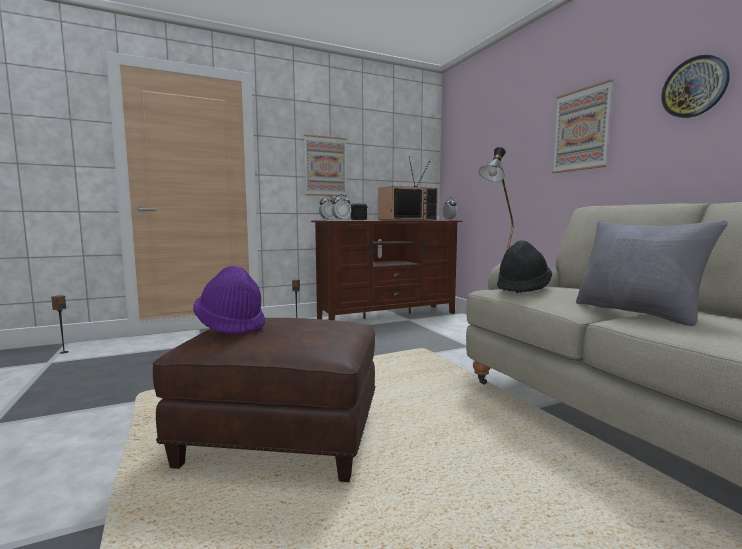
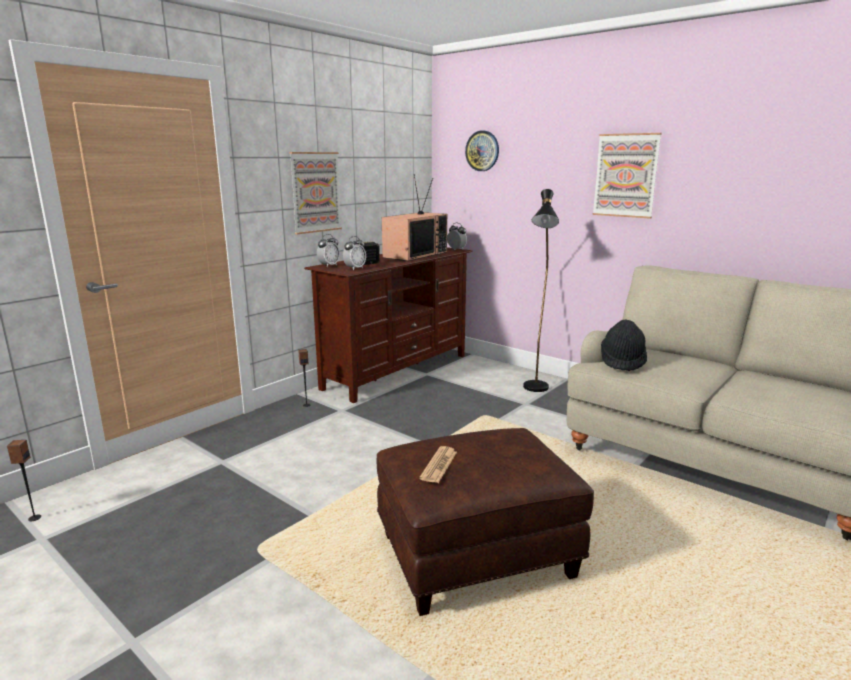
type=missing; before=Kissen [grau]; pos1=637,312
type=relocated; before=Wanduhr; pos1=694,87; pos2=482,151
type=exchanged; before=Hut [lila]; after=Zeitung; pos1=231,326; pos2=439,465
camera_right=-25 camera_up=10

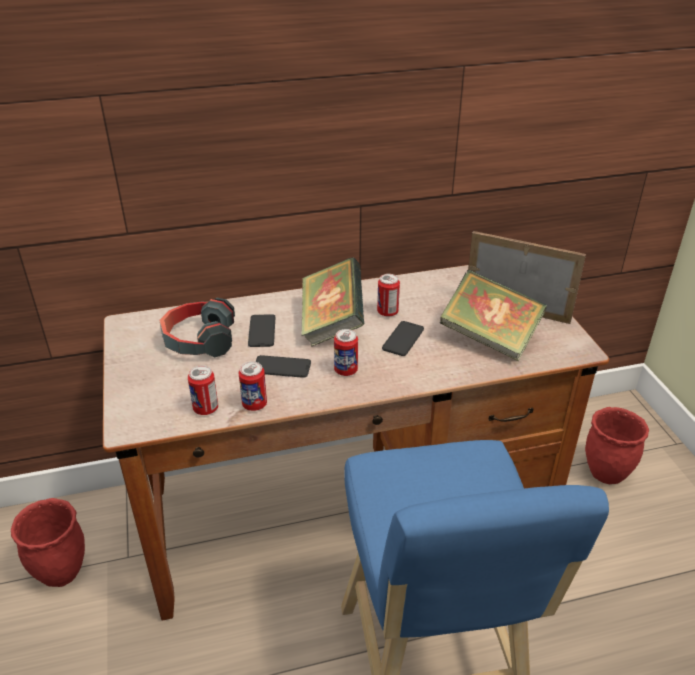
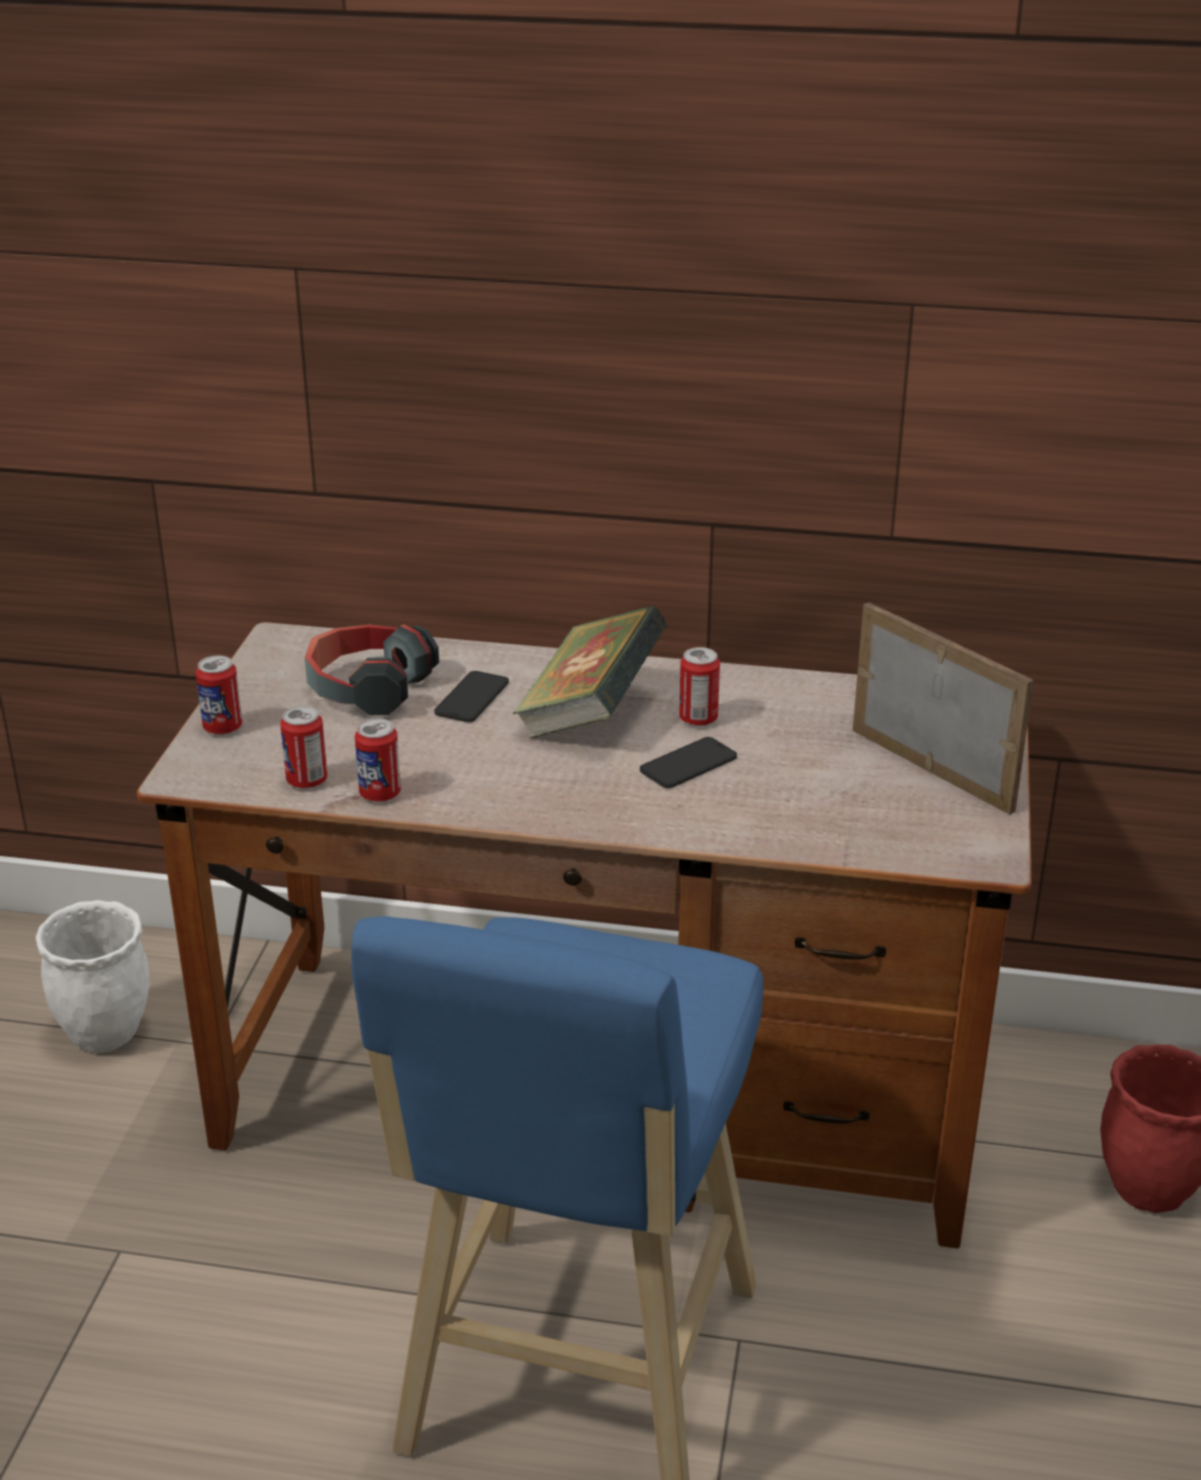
type=missing; before=Handy; pos1=282,367
type=missing; before=Buch; pos1=489,338
type=relocated; before=Dose; pos1=346,370; pos2=223,728
type=colour; before=Pflanzkübel [rot]; after=Pflanzkübel [weiß]; pos1=63,572; pos2=107,1034
camera_right=25 camera_up=-5

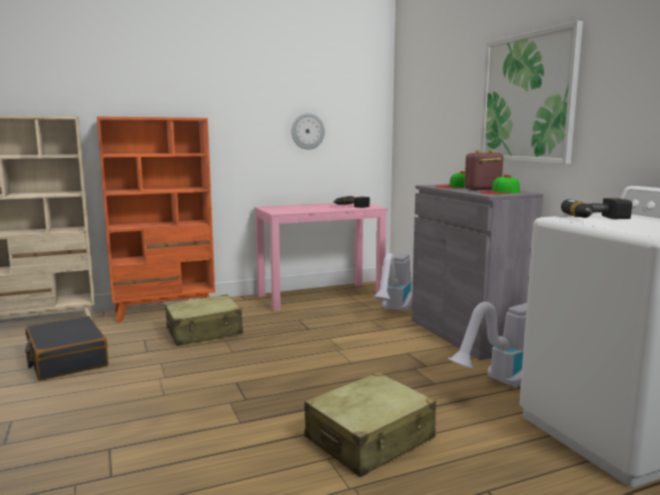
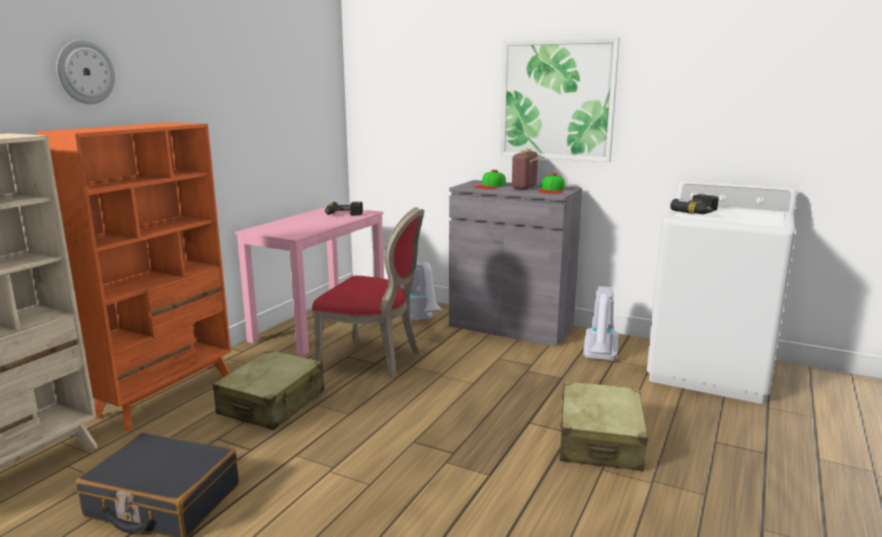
type=appeared; after=Stuhl [rot]; pos2=374,359
type=relocated; before=Wanduhr; pos1=307,131; pos2=85,72
camera_right=-40 camera_up=5

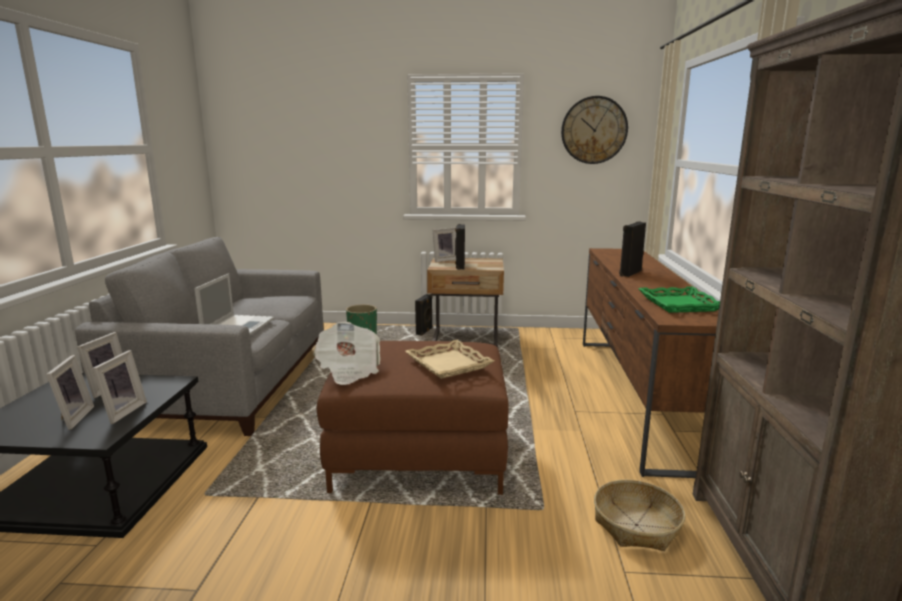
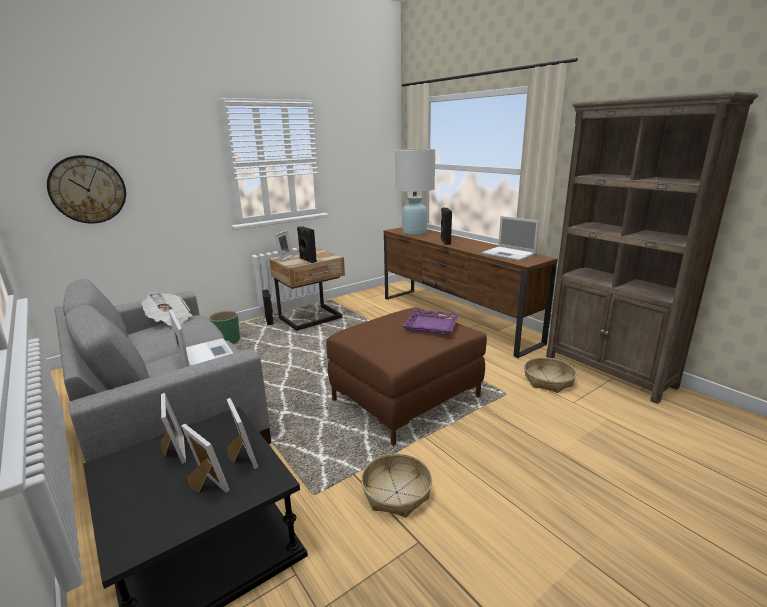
type=appeared; after=Korb; pos2=396,492
type=appeared; after=Tischlampe [weiß]; pos2=414,233
type=relocated; before=Zeitung; pos1=348,370; pos2=169,320
type=relocated; before=Wanduhr; pos1=594,130; pos2=88,189
type=exchanged; before=Tablett [grün]; after=Laptop; pos1=680,304; pos2=509,254
type=colour; before=Tablett [beige]; after=Tablett [lila]; pos1=448,364; pos2=431,325
camera_right=-40 camera_up=5

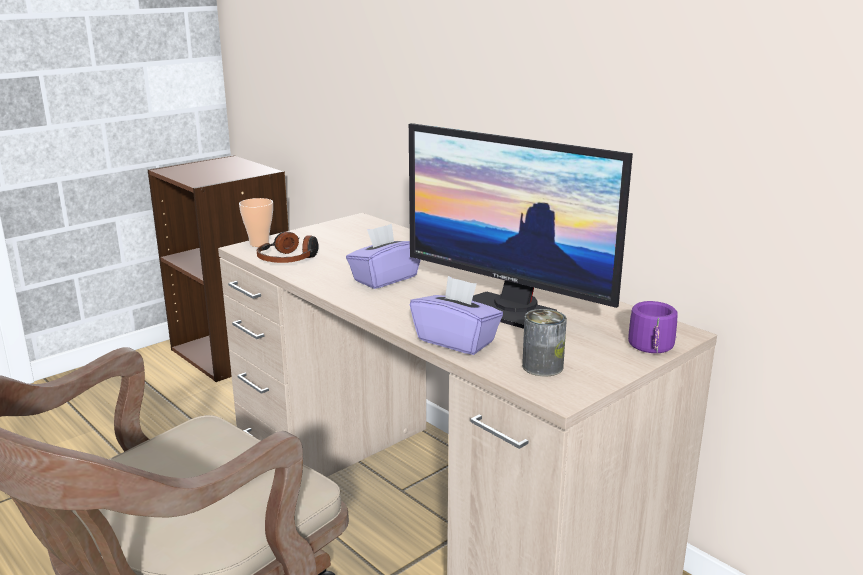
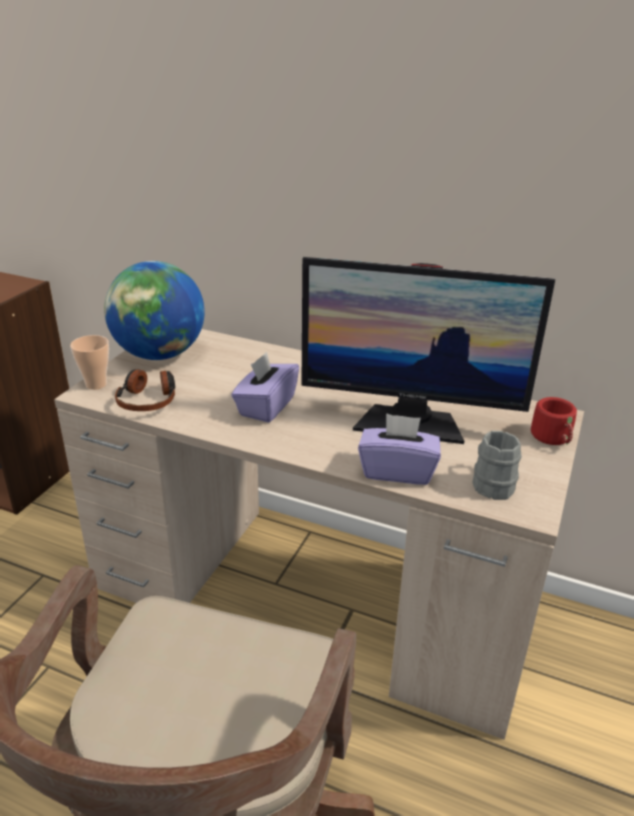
type=appeared; after=Globus; pos2=159,354
type=exchanged; before=Dose; after=Henkelbecher [grau]; pos1=542,366; pos2=492,482
type=colour; before=Henkelbecher [lila]; after=Henkelbecher [rot]; pos1=654,348; pos2=555,438
camera_right=-25 camera_up=10

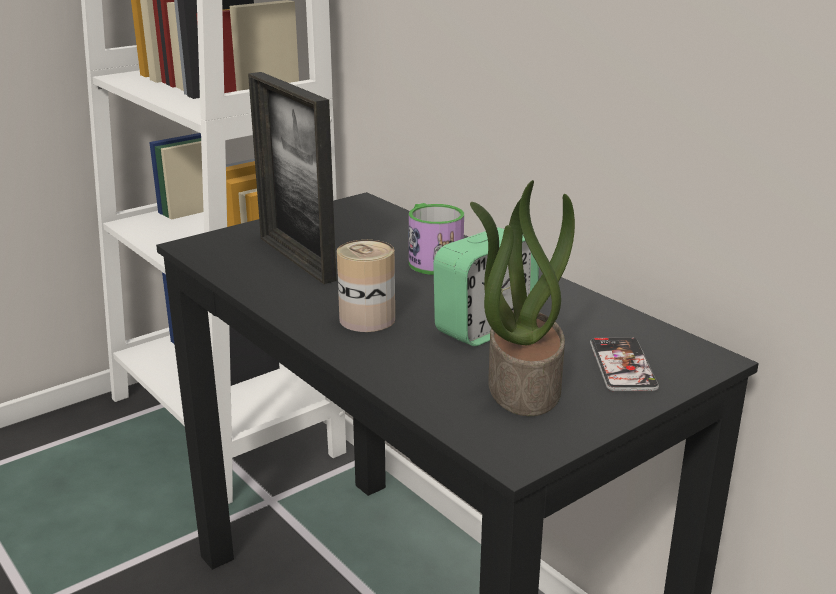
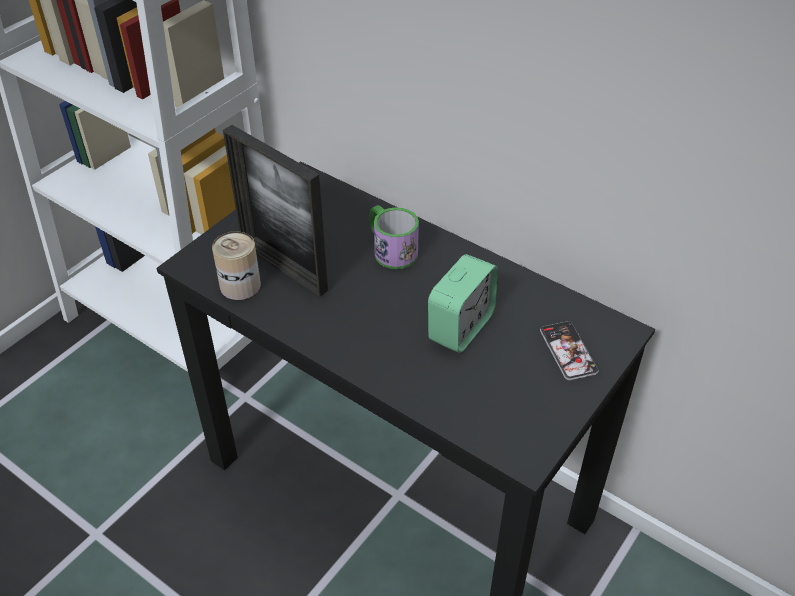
type=missing; before=Topfpflanze; pos1=522,385
type=relocated; before=Dose; pos1=367,319; pos2=240,285
camera_right=-15 camera_up=20

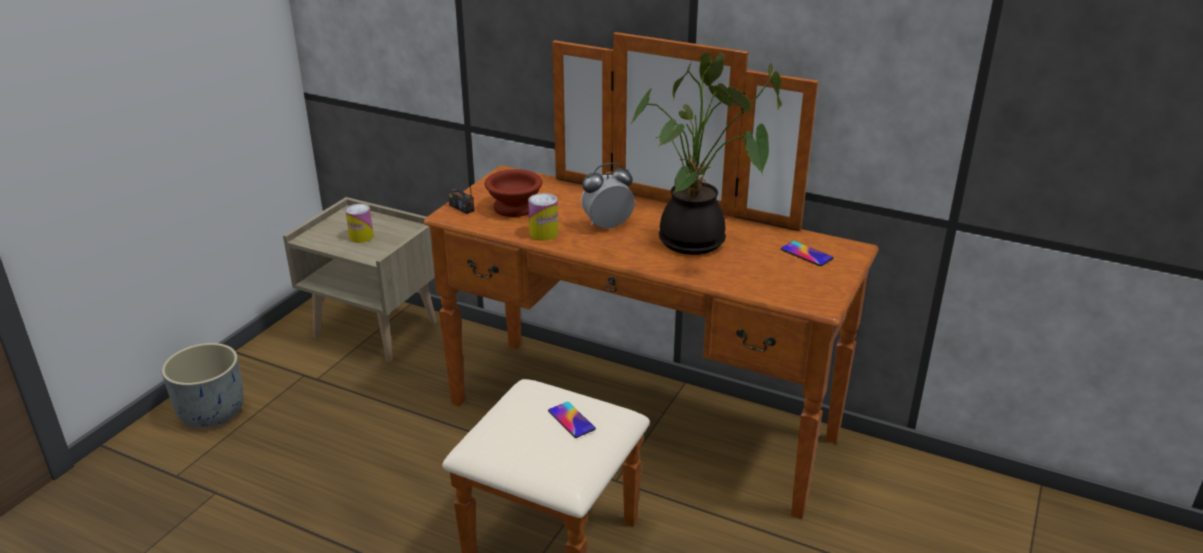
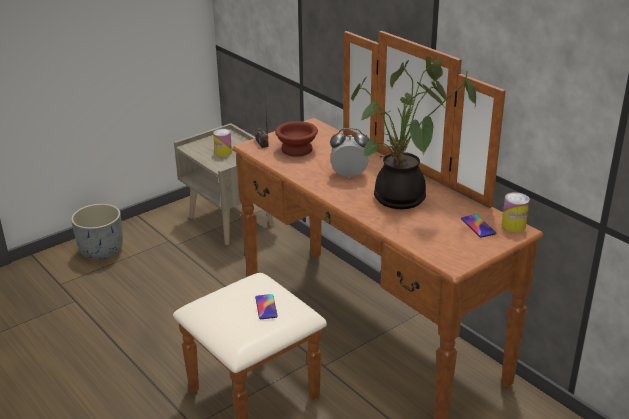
type=relocated; before=Dose; pos1=544,233; pos2=513,226
camera_right=25 camera_up=0

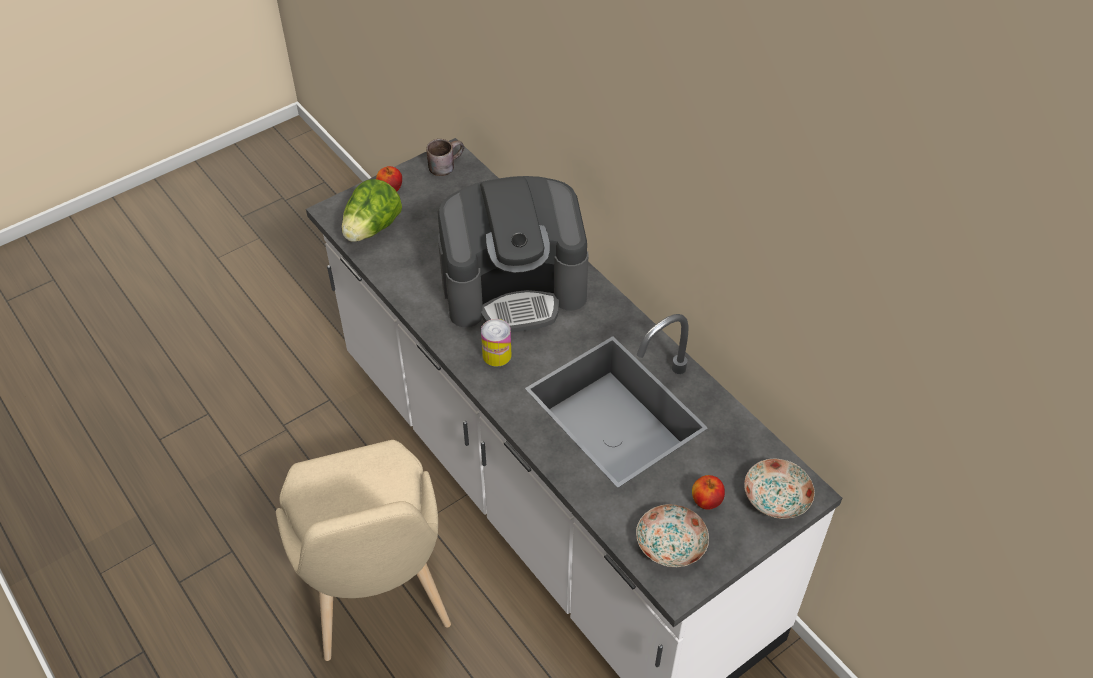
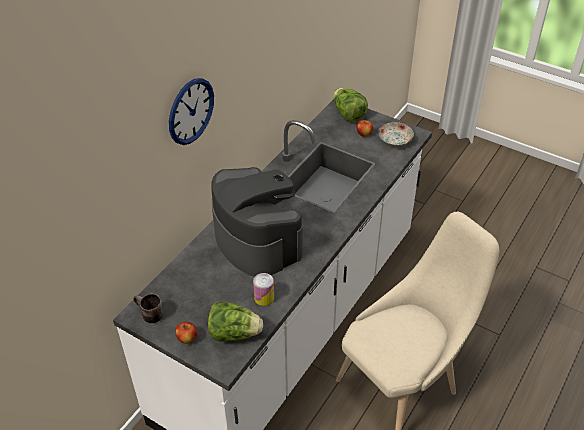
type=appeared; after=Wanduhr; pos2=191,111
type=relocated; before=Dose; pos1=497,355; pos2=264,298
type=exchanged; before=Teller; after=Salatkopf; pos1=775,497; pos2=348,114
camera_right=-110 camera_up=-5

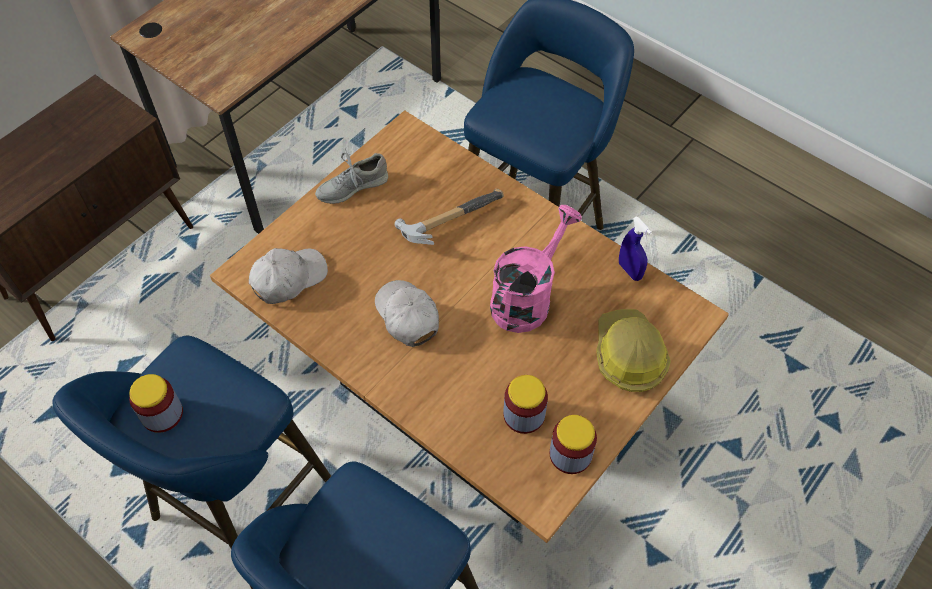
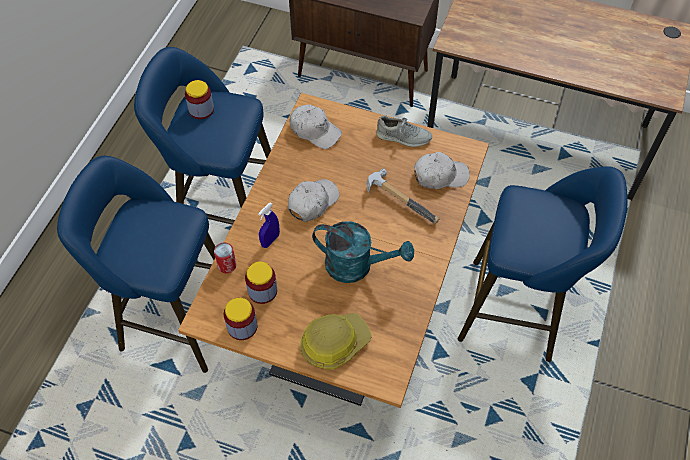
type=appeared; after=Dose; pos2=227,265
type=appeared; after=Kappe [weiß]; pos2=440,175
type=relocated; before=Sprühflasche [blau]; pos1=630,271; pos2=270,240
type=colour; before=Gießkanne [rosa]; after=Gießkanne [türkis]; pos1=526,297; pos2=357,266
type=spun; before=Schuh [grau]; pos1=352,187; pos2=403,137; turn=150
camera_right=70 camera_up=0

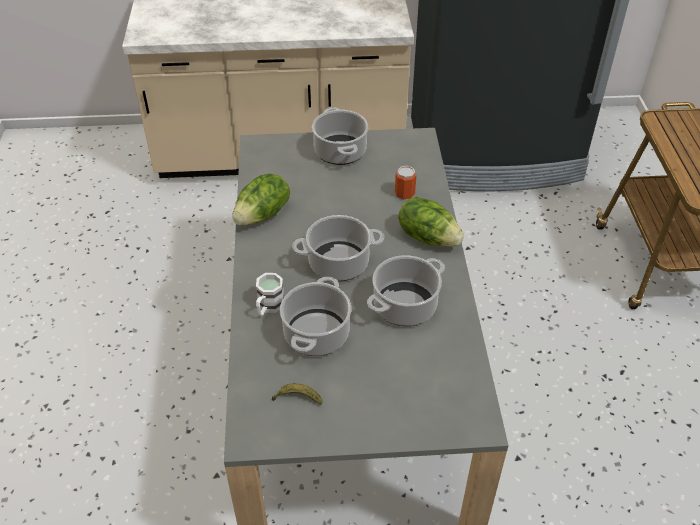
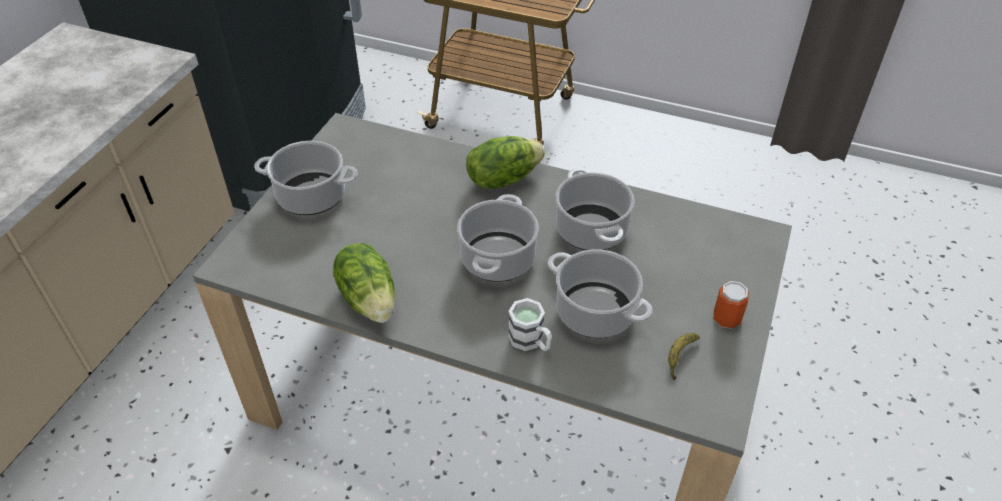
type=relocated; before=Dose; pos1=404,194; pos2=726,319
camera_right=-65 camera_up=0

